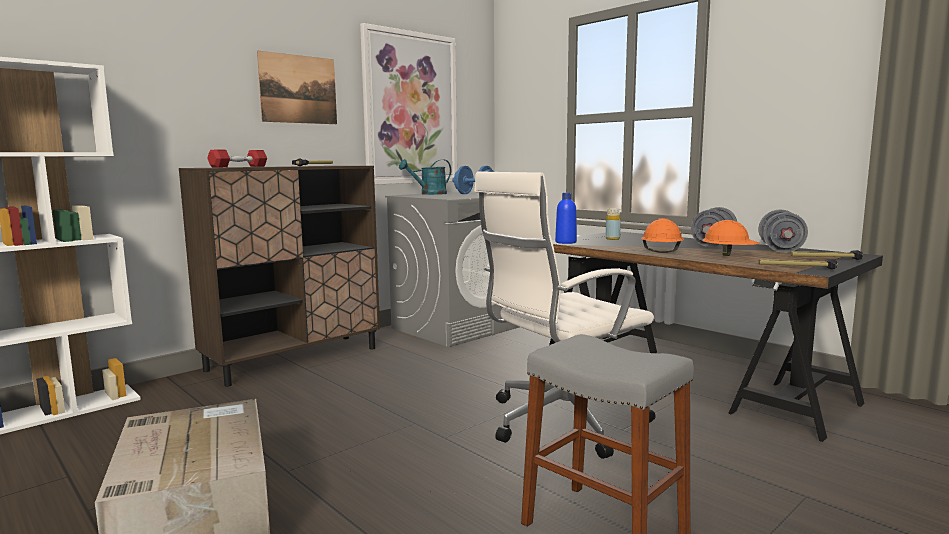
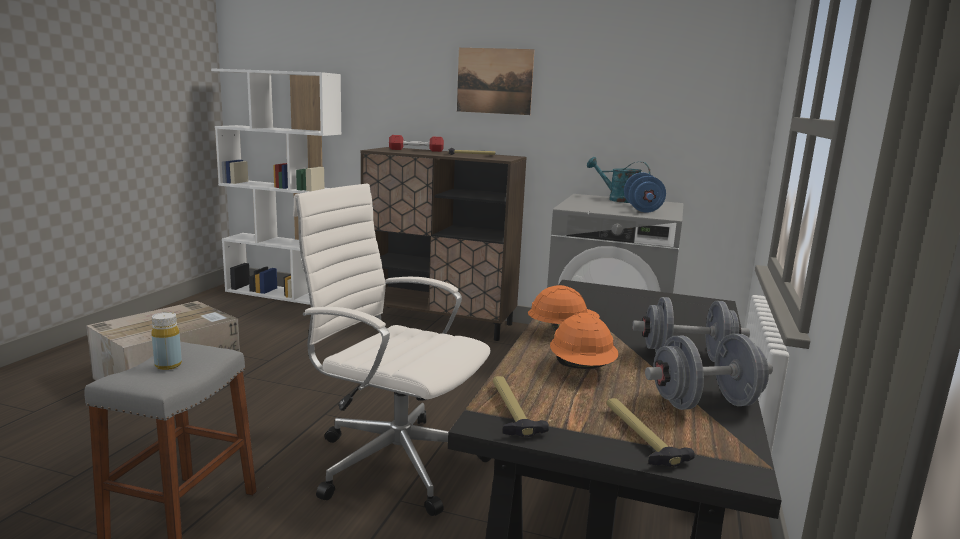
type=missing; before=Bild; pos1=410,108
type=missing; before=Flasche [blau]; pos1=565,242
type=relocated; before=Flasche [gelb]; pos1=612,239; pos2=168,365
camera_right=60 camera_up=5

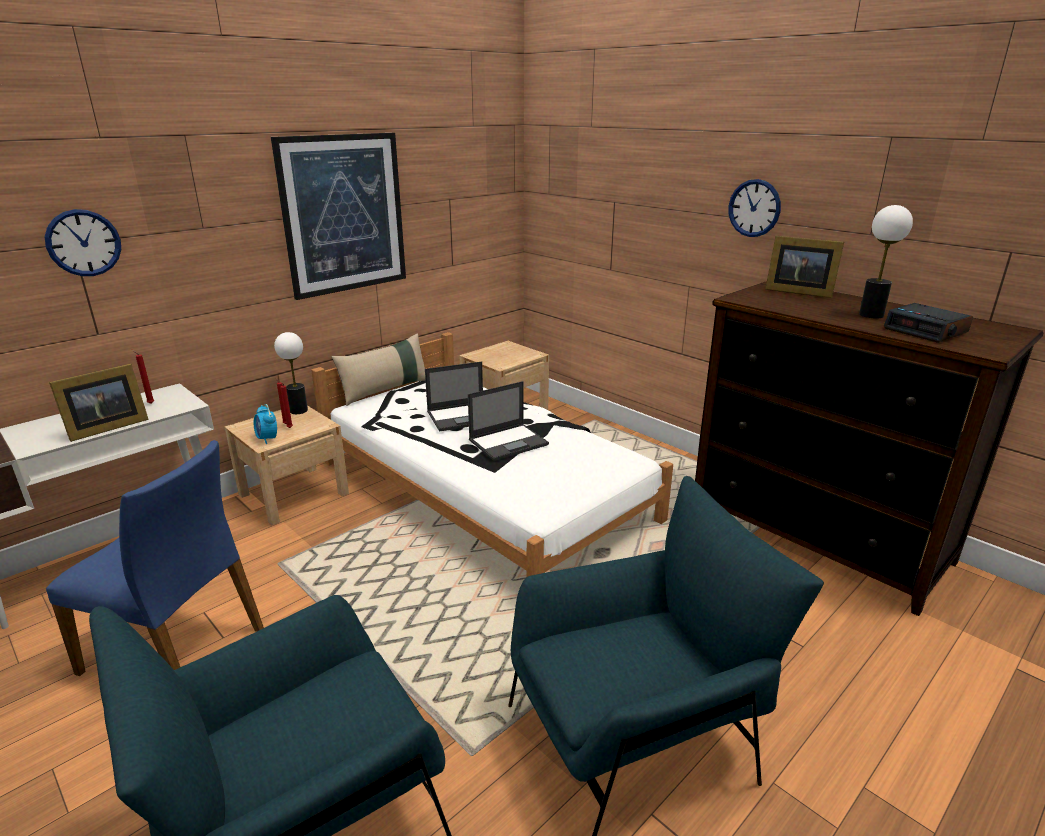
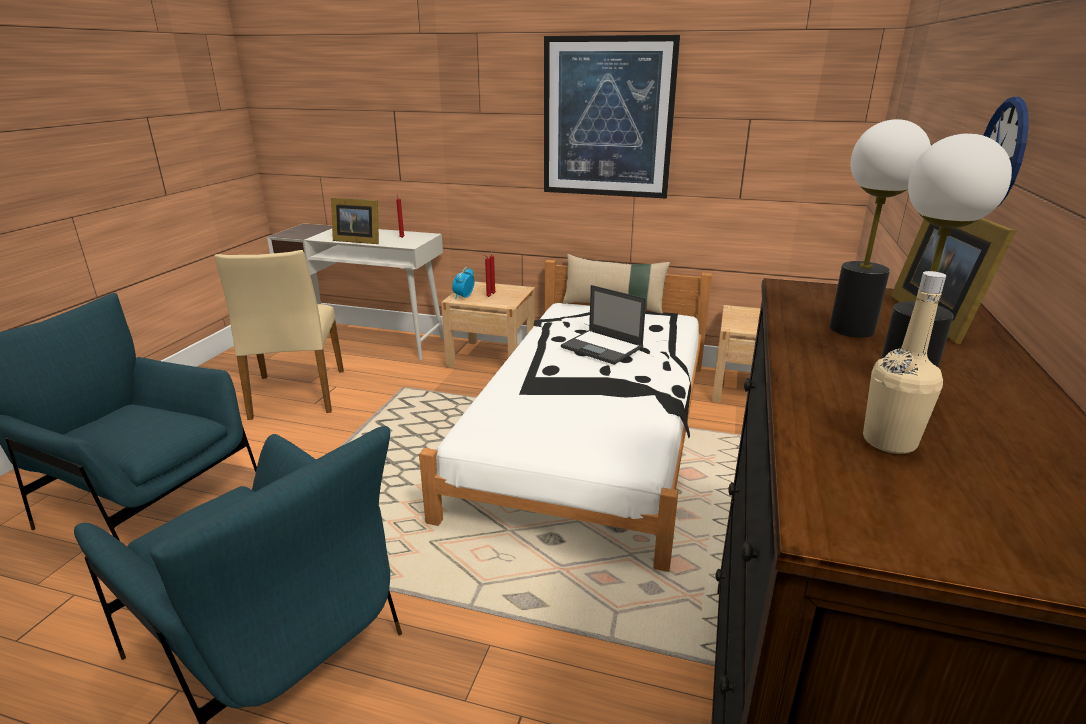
type=missing; before=Wanduhr; pos1=83,243
type=missing; before=Laptop; pos1=509,442
type=relocated; before=Tischlampe; pos1=299,410; pos2=852,329
type=exchanged; before=Wecker; after=Flasche [beige]; pos1=926,331; pos2=889,441
type=colour; before=Stuhl [blau]; after=Stuhl [beige]; pos1=177,649; pos2=296,394
camera_right=60 camera_up=0

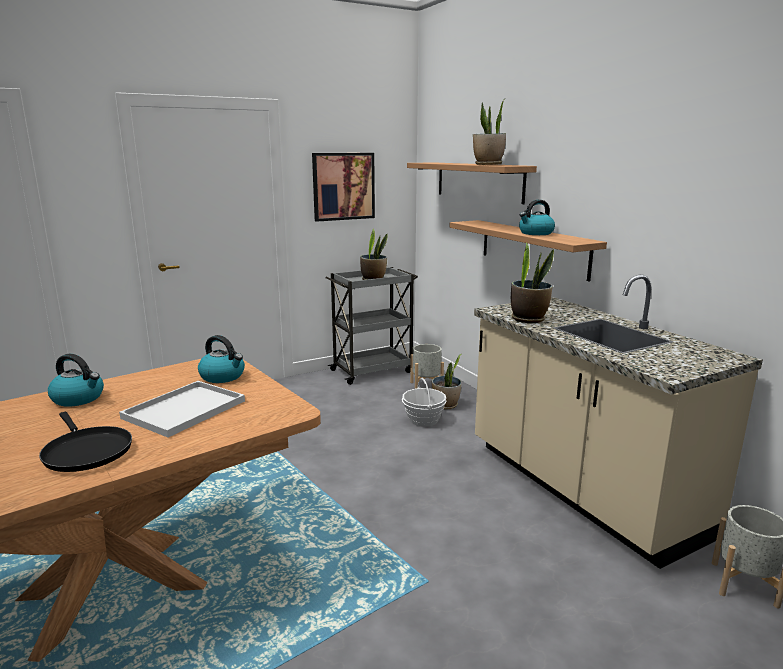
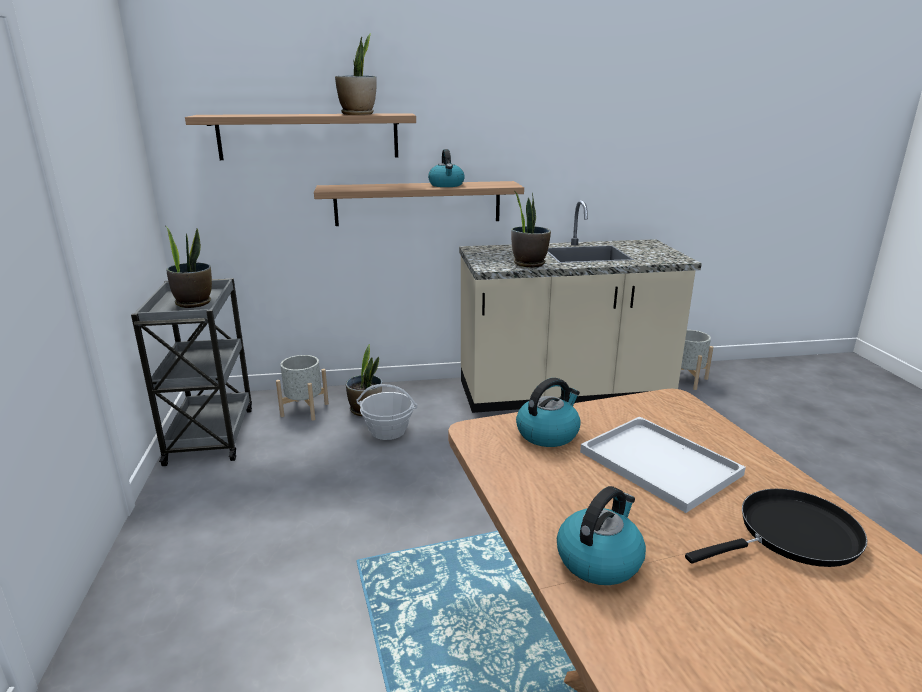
type=missing; before=Bild; pos1=343,186
camera_right=-70 camera_up=5

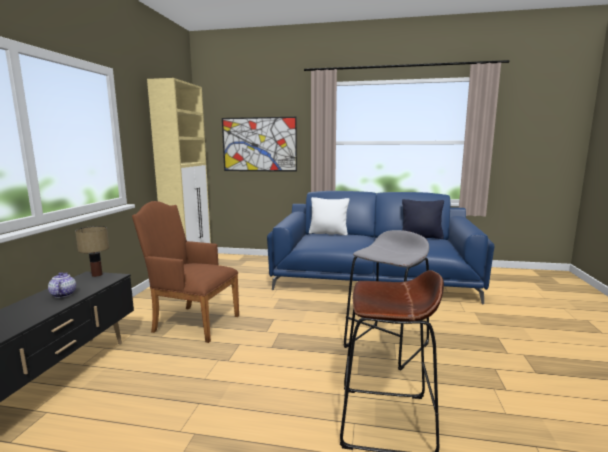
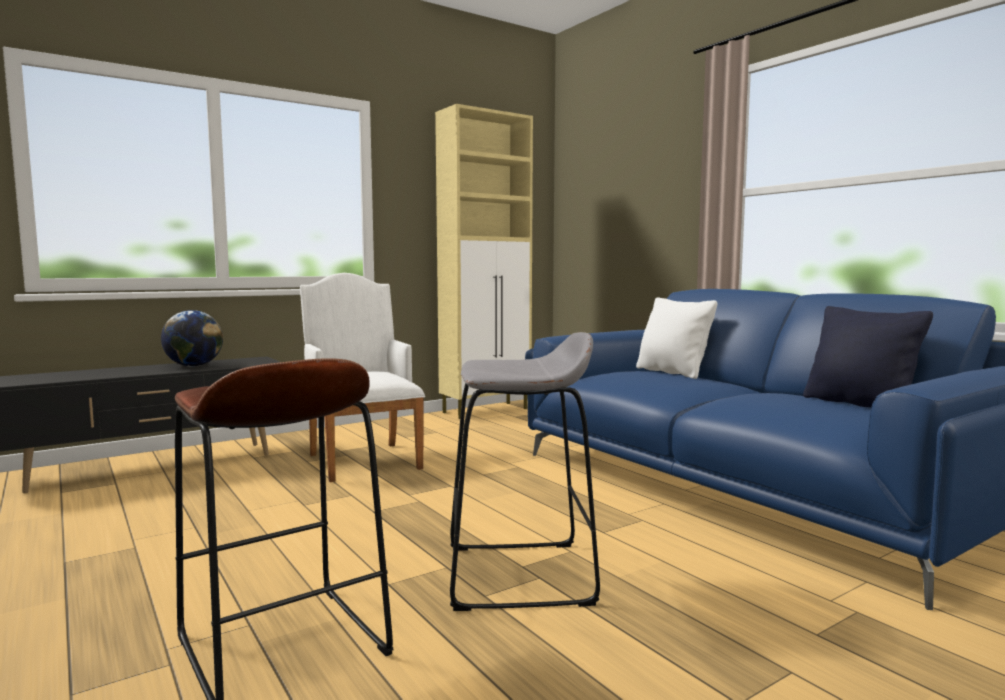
type=missing; before=Tischlampe; pos1=97,274
type=missing; before=Bild; pos1=259,144
type=exchanged; before=Teekanne; after=Globus; pos1=63,294; pos2=194,366
type=colour; before=Sessel [braun]; after=Sessel [weiß]; pos1=192,322; pos2=362,459
camera_right=45 camera_up=-5

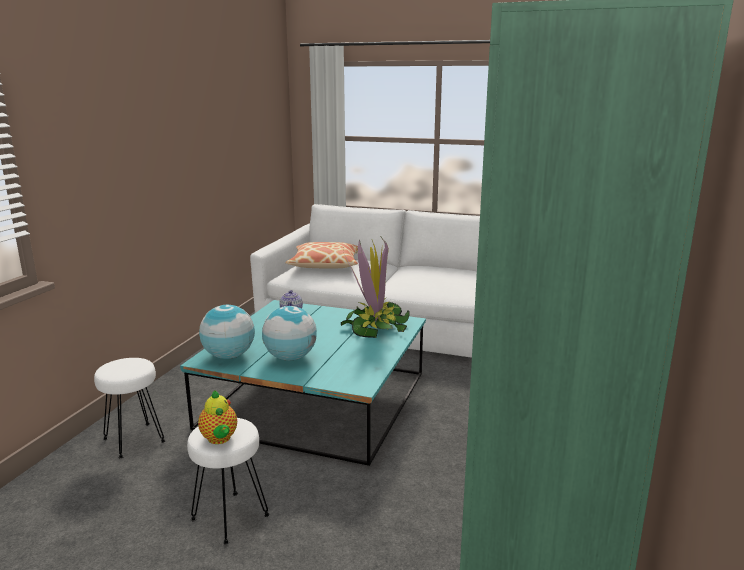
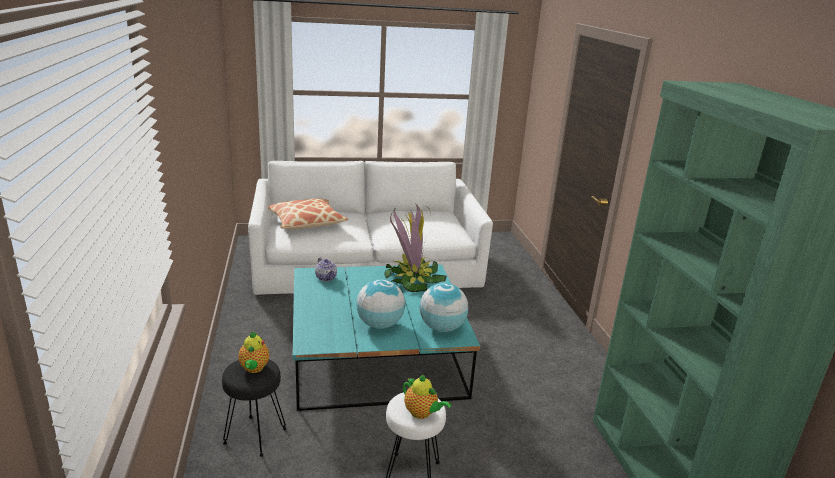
type=appeared; after=Teekanne; pos2=254,369
type=relocated; before=Globus; pos1=229,356; pos2=442,328
type=colour; before=Hocker [weiß]; after=Hocker [schwarz]; pos1=134,440; pos2=254,435
camera_right=-30 camera_up=5

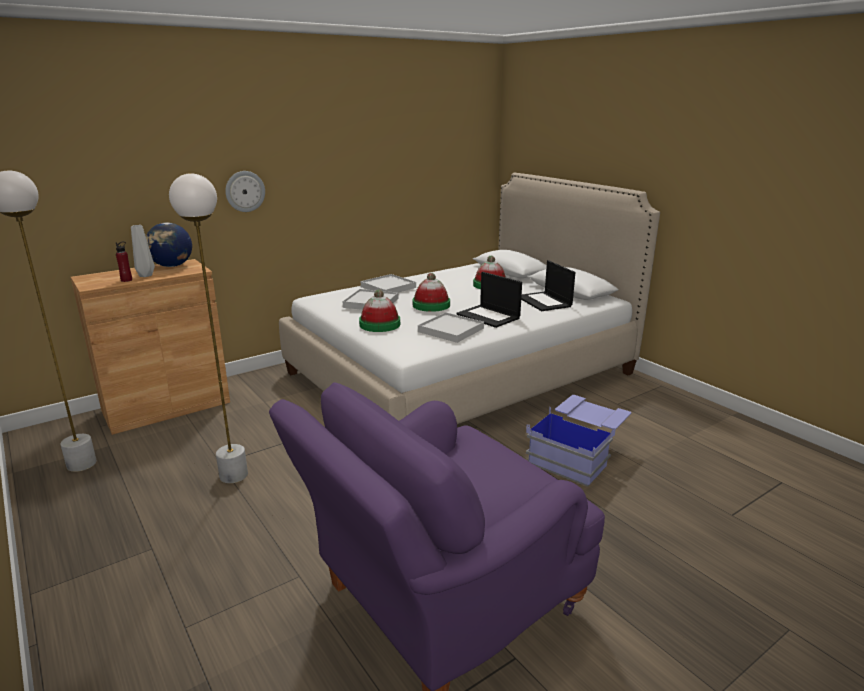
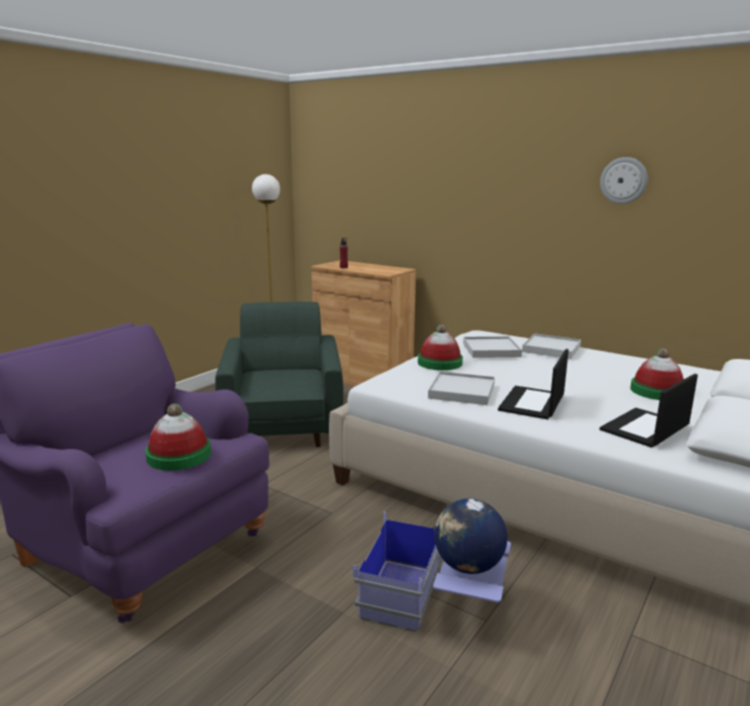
type=missing; before=Vase [grau]; pos1=145,276
type=relocated; before=Globus; pos1=172,266; pos2=468,566
type=relocated; before=Wanduhr; pos1=245,191; pos2=623,180
type=relocated; before=Hut; pos1=431,305; pos2=179,455
type=exchanged; before=Stehlampe [weiß]; after=Sessel [grün]; pos1=233,475; pos2=284,424
camera_right=70 camera_up=-5

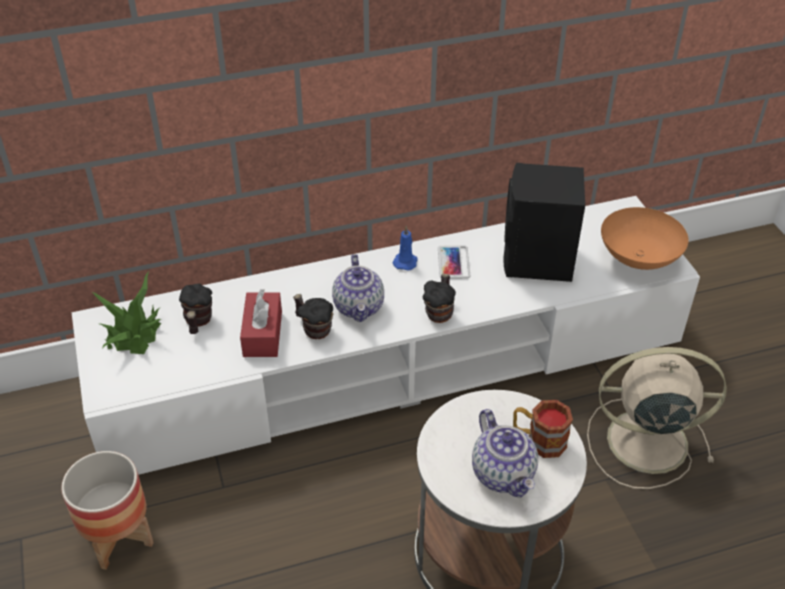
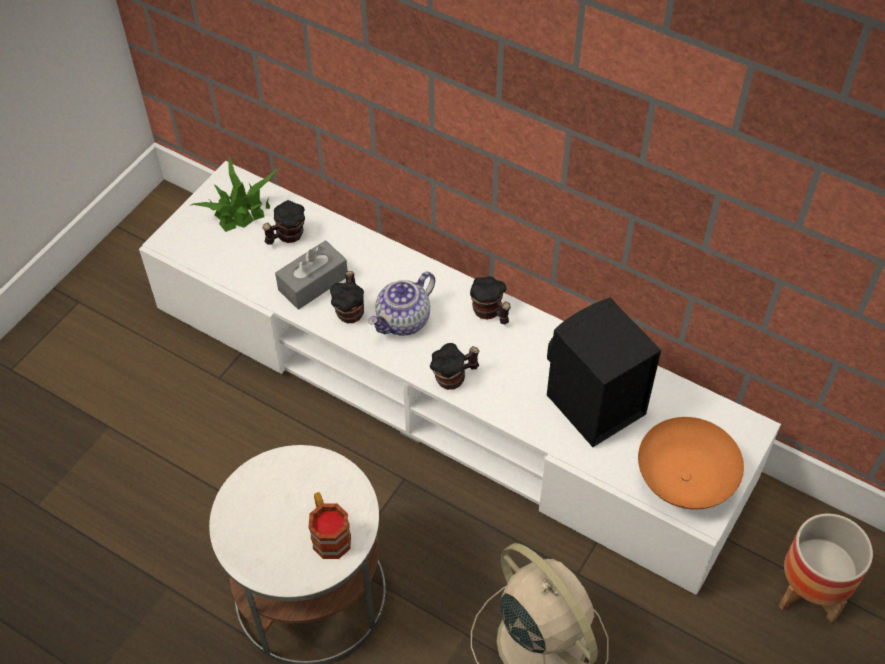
type=missing; before=Handy; pos1=453,262
type=missing; before=Teekanne; pos1=504,474
type=relocated; before=Pflanzkübel; pos1=119,537; pos2=810,591
type=exchanged; before=Kerze [blau]; after=Henkelbecher; pos1=405,261; pos2=490,313
type=colour; before=Taschentuchbox [rot]; after=Taschentuchbox [grau]; pos1=262,334; pos2=313,283
camera_right=50 camera_up=10

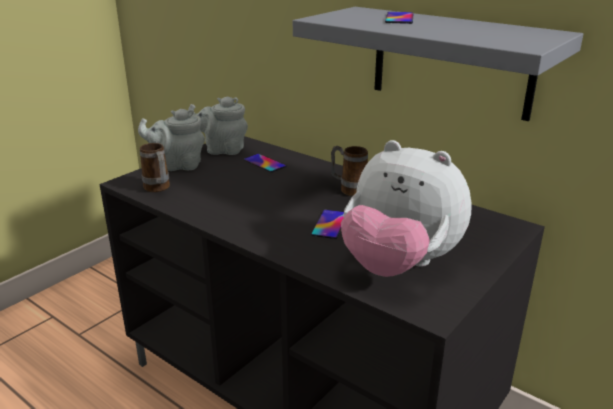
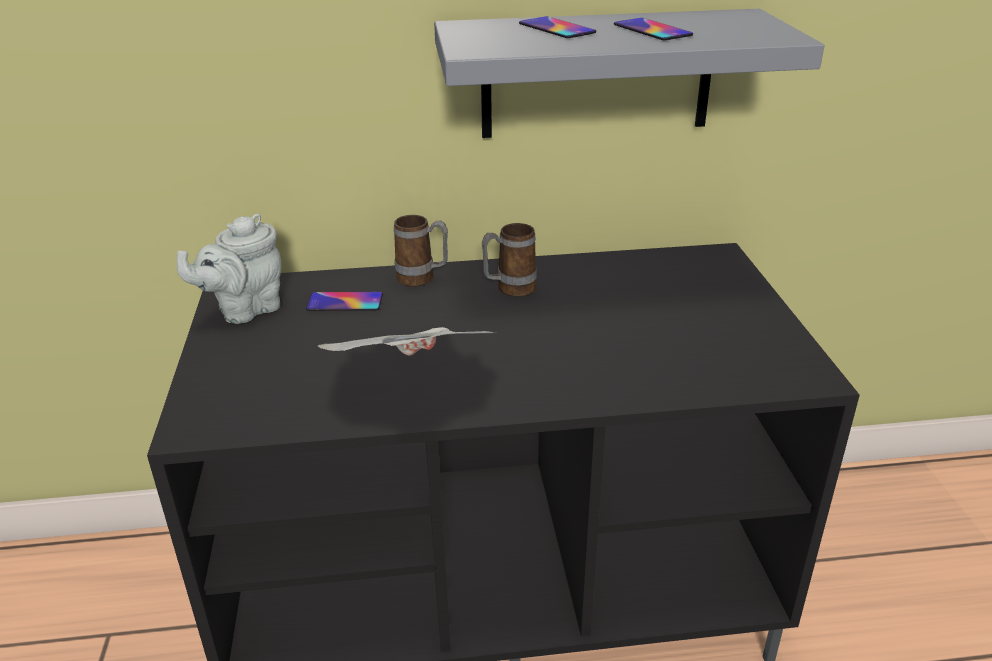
type=missing; before=Teekanne [grau]; pos1=178,165
type=missing; before=Plüschtier; pos1=399,265
type=appeared; after=Zeitung; pos2=413,377
type=relocated; before=Henkelbecher; pos1=158,189; pos2=423,279
type=relocated; before=Handy; pos1=330,224; pos2=652,30
camera_right=-45 camera_up=5

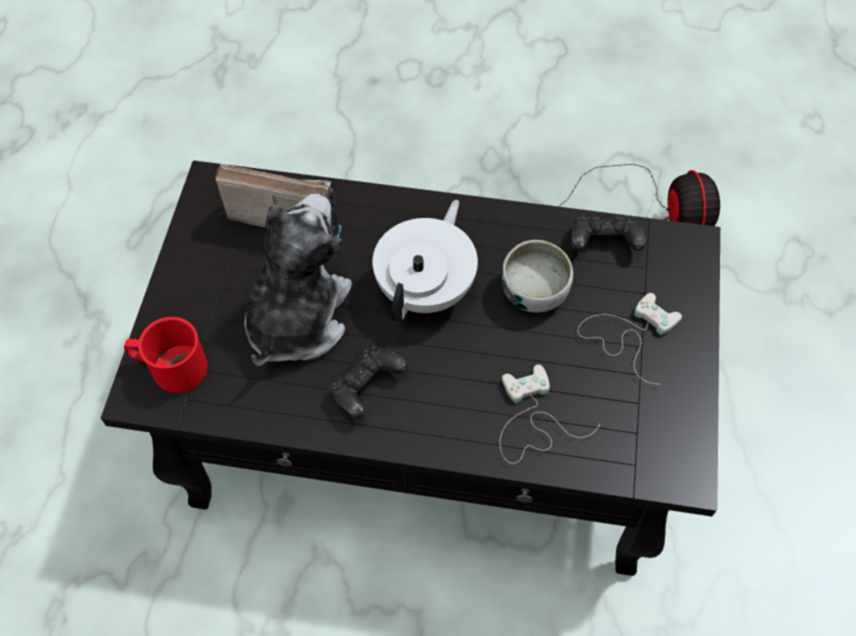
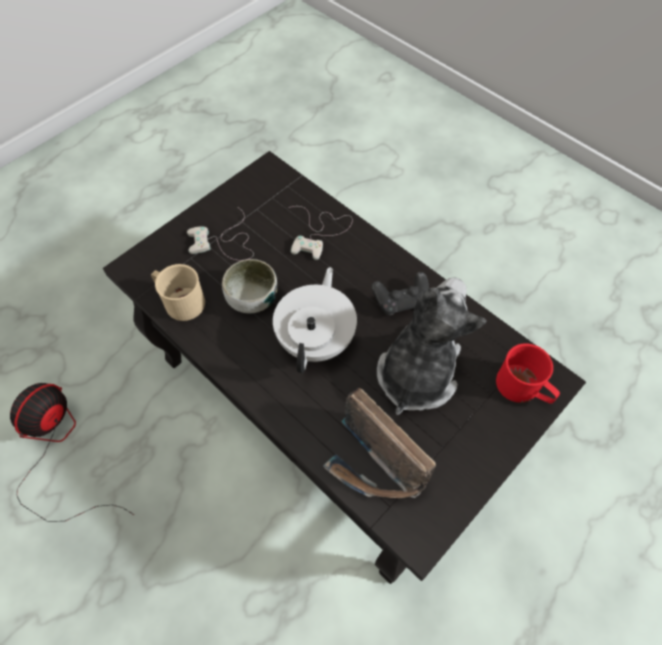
type=exchanged; before=Gamepad [schwarz]; after=Henkelbecher [beige]; pos1=603,243; pos2=180,301
type=spun; before=Plüschtier; pos1=297,318; pos2=417,372; turn=150
type=spun; before=Teekanne [weiß]; pos1=427,289; pos2=317,339; turn=135
camera_right=-145 camera_up=0

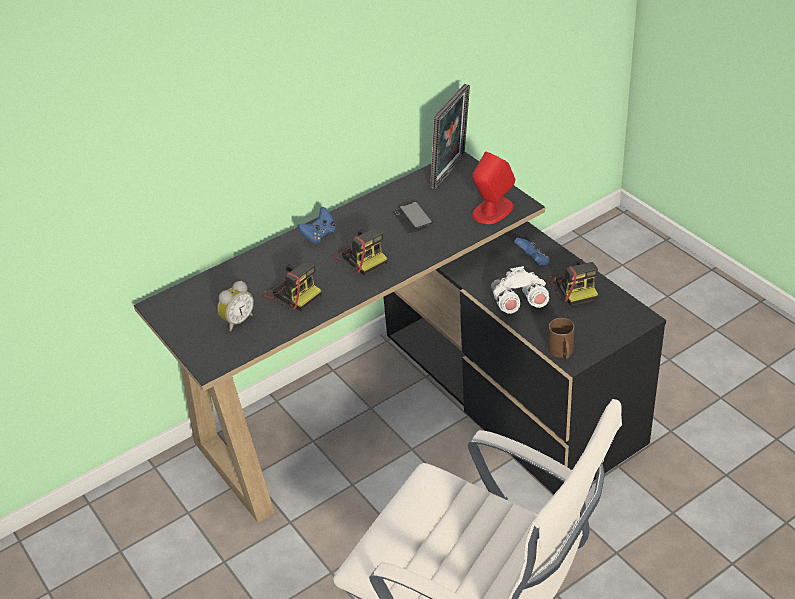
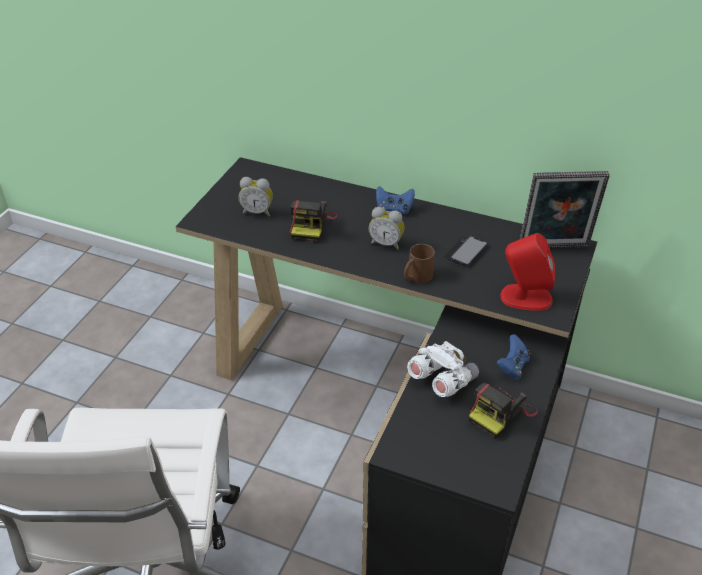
type=relocated; before=Henkelbecher [braun]; pos1=562,352; pos2=416,277
type=exchanged; before=Kamera; after=Wecker; pos1=361,257; pos2=386,243
camera_right=55 camera_up=0

